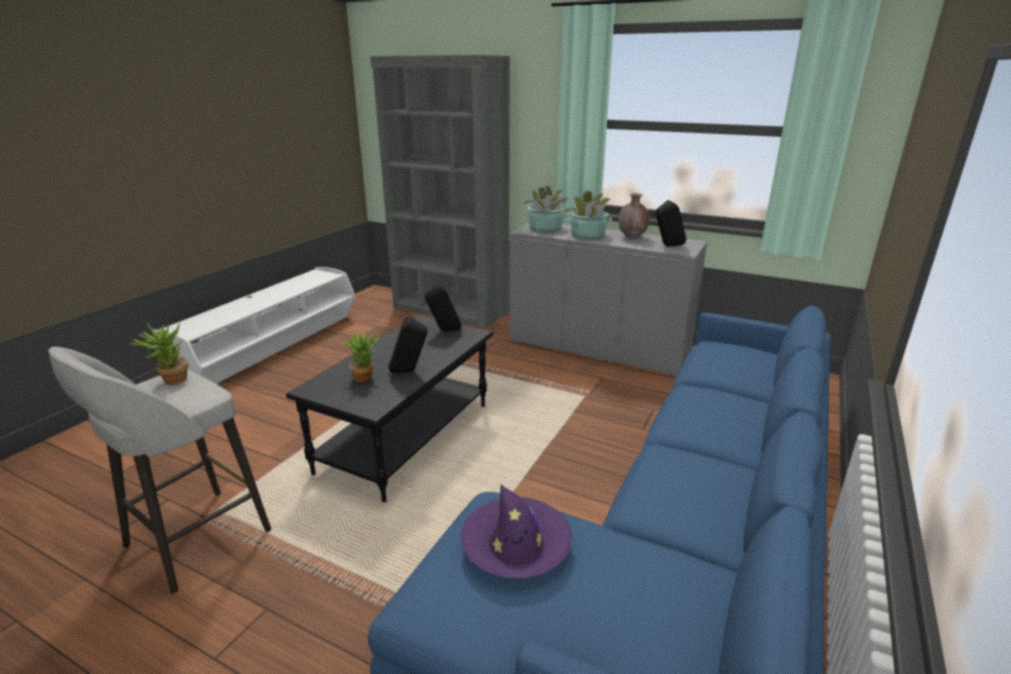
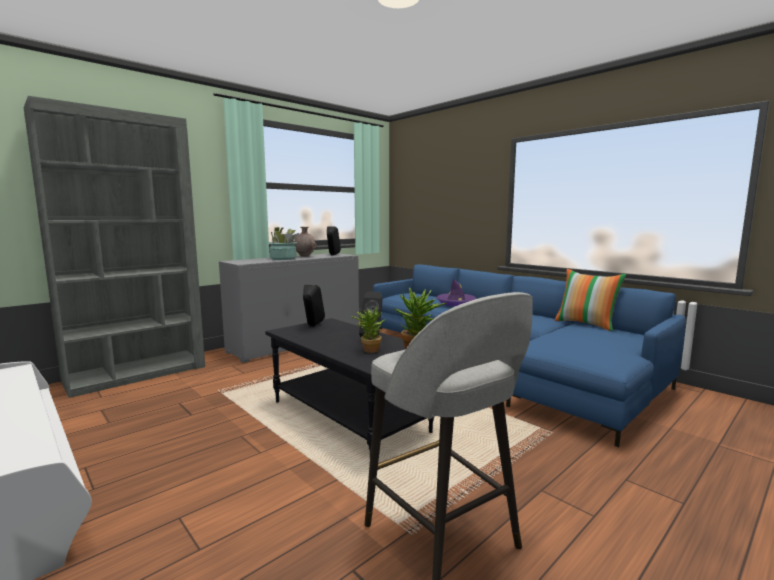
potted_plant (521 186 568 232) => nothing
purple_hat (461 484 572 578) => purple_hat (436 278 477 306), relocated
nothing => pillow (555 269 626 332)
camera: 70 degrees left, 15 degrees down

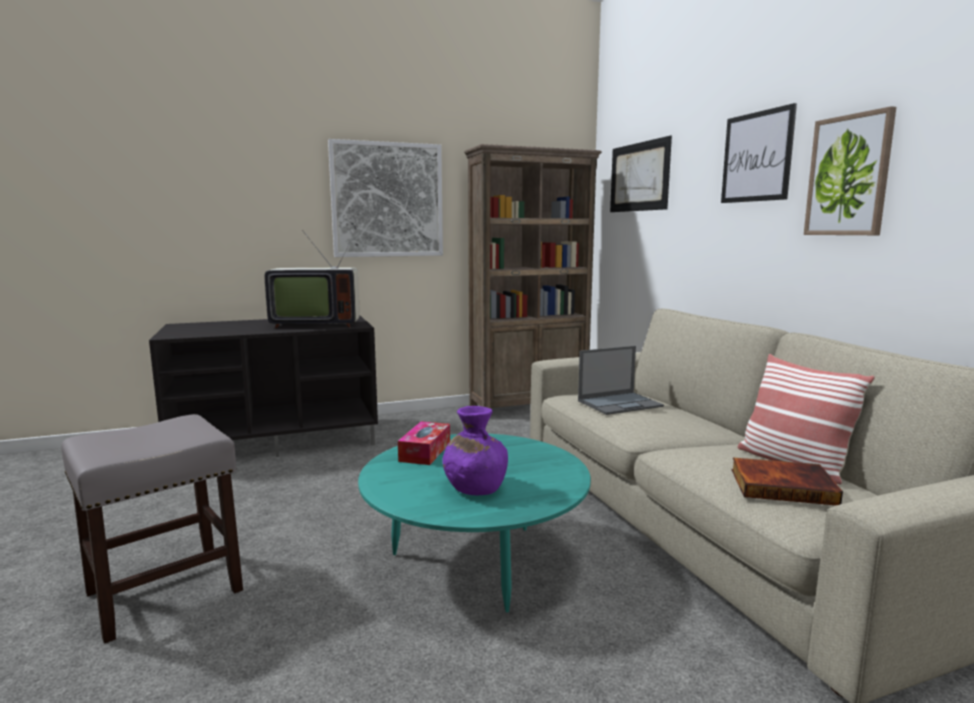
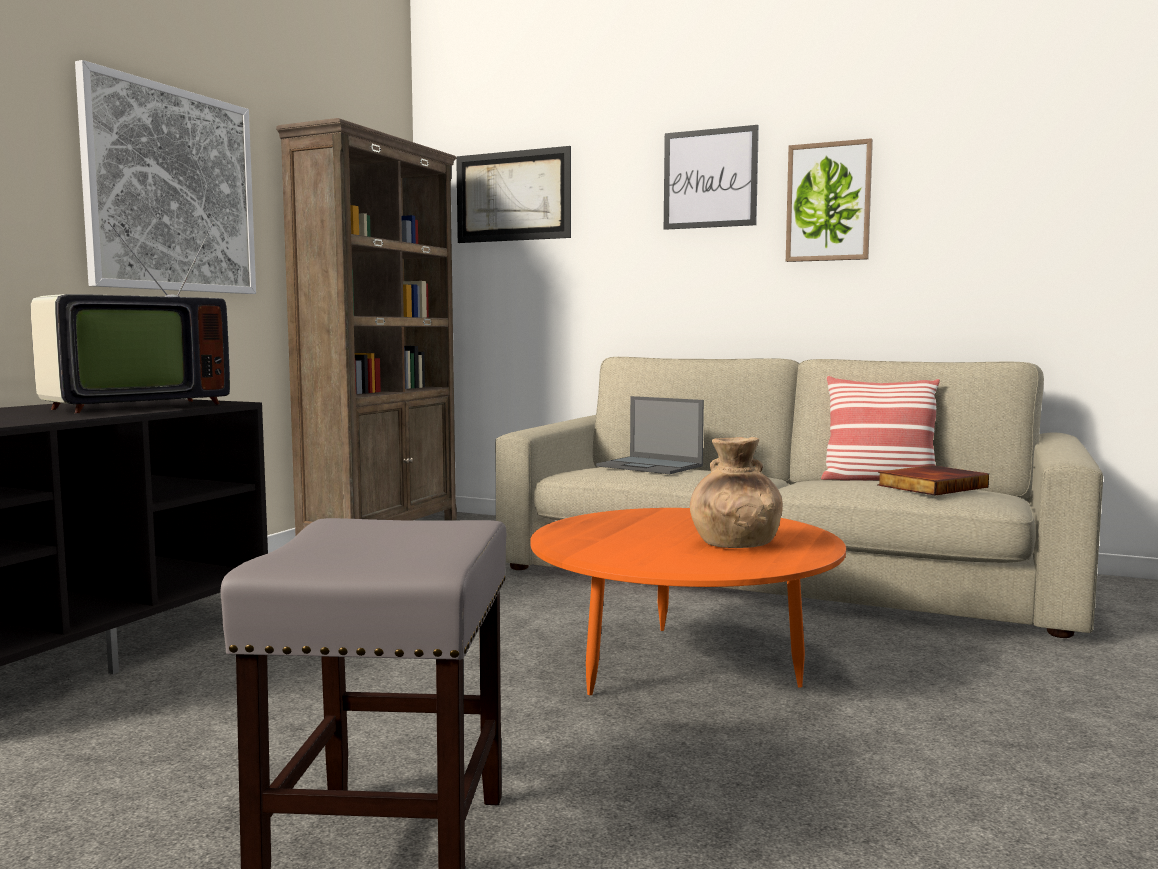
laptop (578 346 664 415) => laptop (596 396 704 474), 105 degrees clockwise
purple_vase (442 406 508 495) => brown_vase (690 437 783 548)
tissue_box (398 421 450 465) => nothing
turquoise_coffee_table (358 434 591 613) => orange_coffee_table (530 508 846 696)
camera: 45 degrees left, 5 degrees down

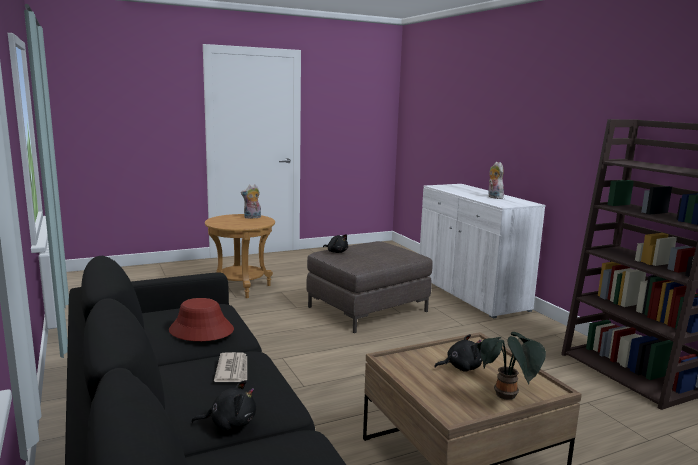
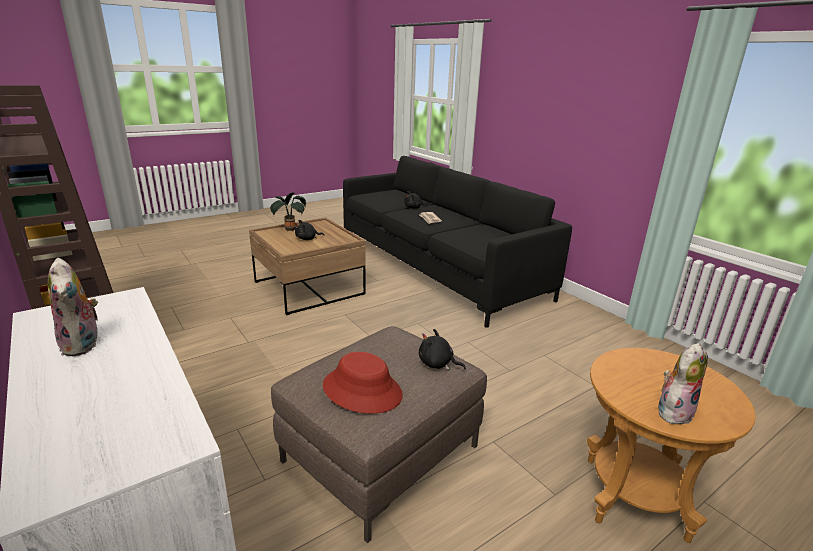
red_hat (169 298 234 341) => red_hat (323 352 403 414), relocated
camera: 170 degrees right, 10 degrees up

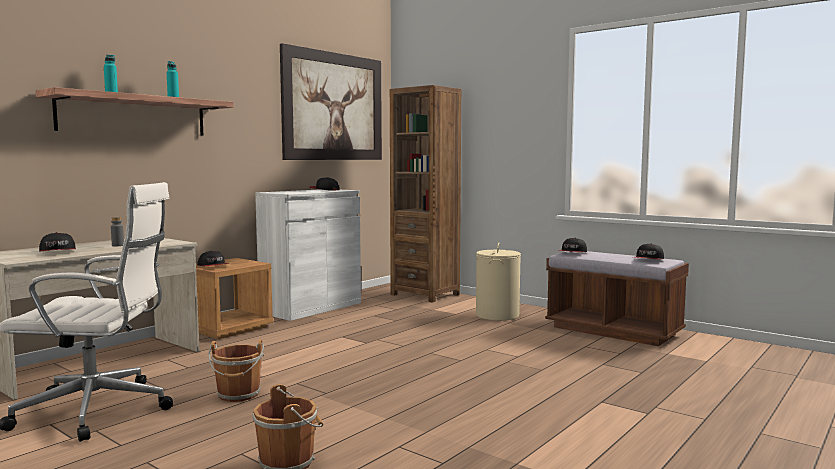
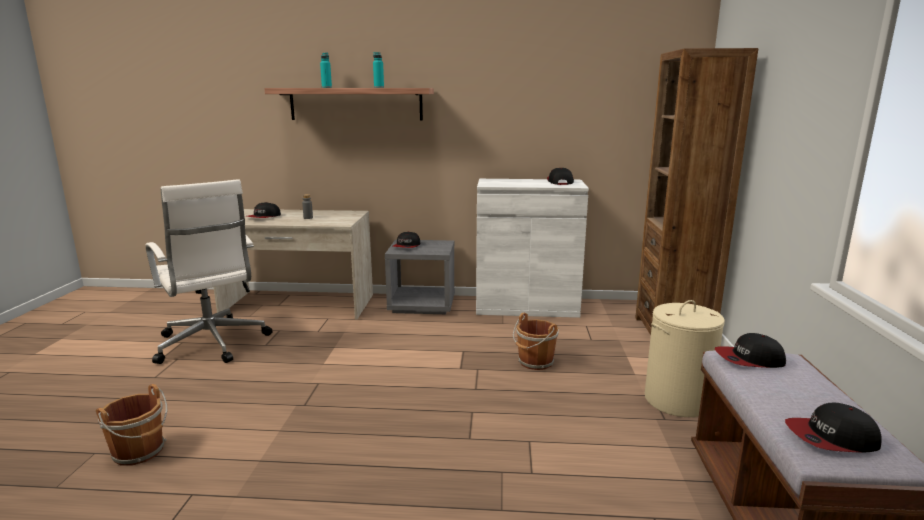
picture (280 43 382 160) => nothing
brown_nightstand (196 258 273 339) => grey_nightstand (385 239 455 314)
brown_bucket (209 340 264 402) => brown_bucket (513 313 559 370), relocated
camera: 55 degrees right, 10 degrees up

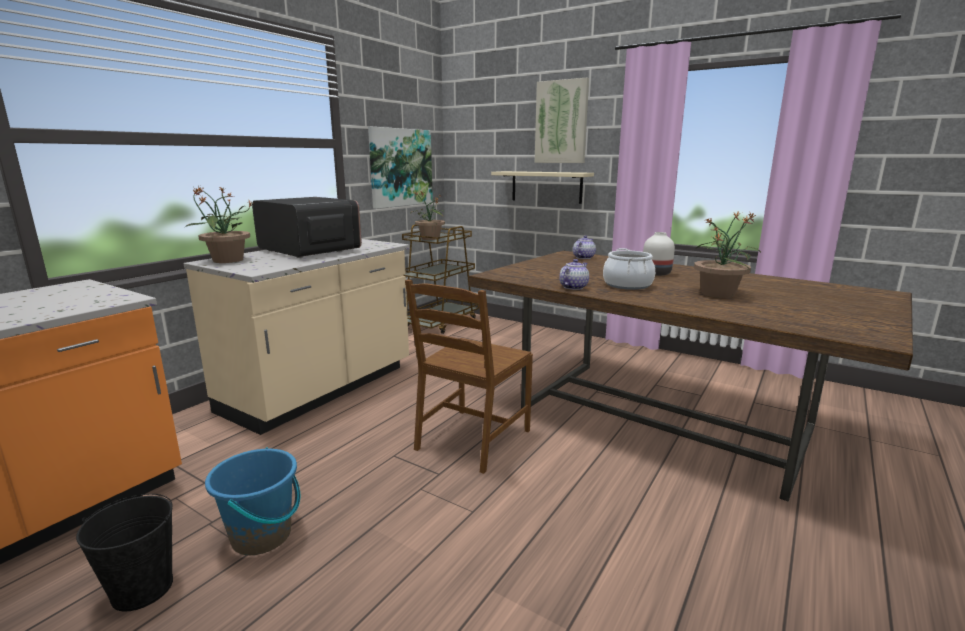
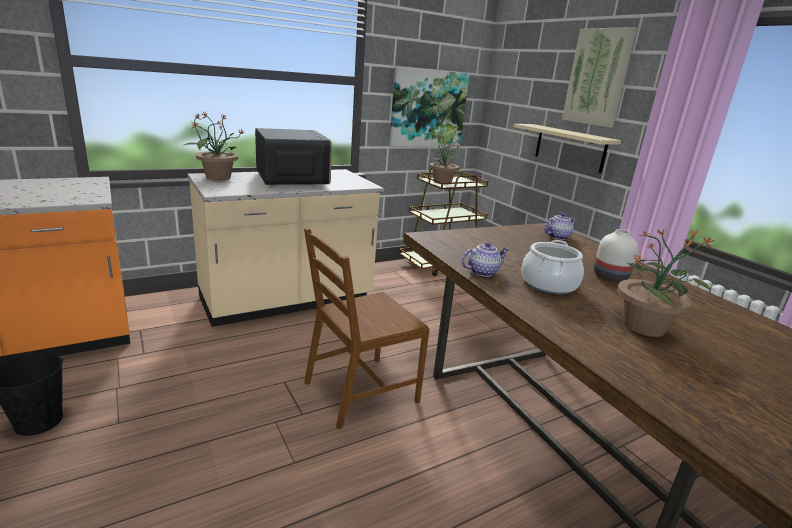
blue_bucket (205 447 300 555) => nothing
camera: 25 degrees right, 5 degrees up

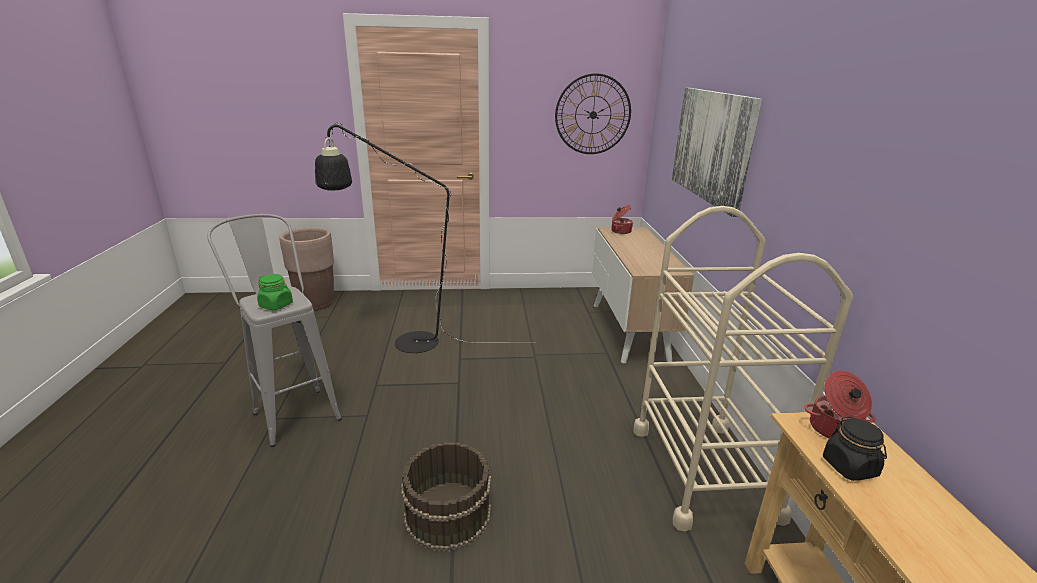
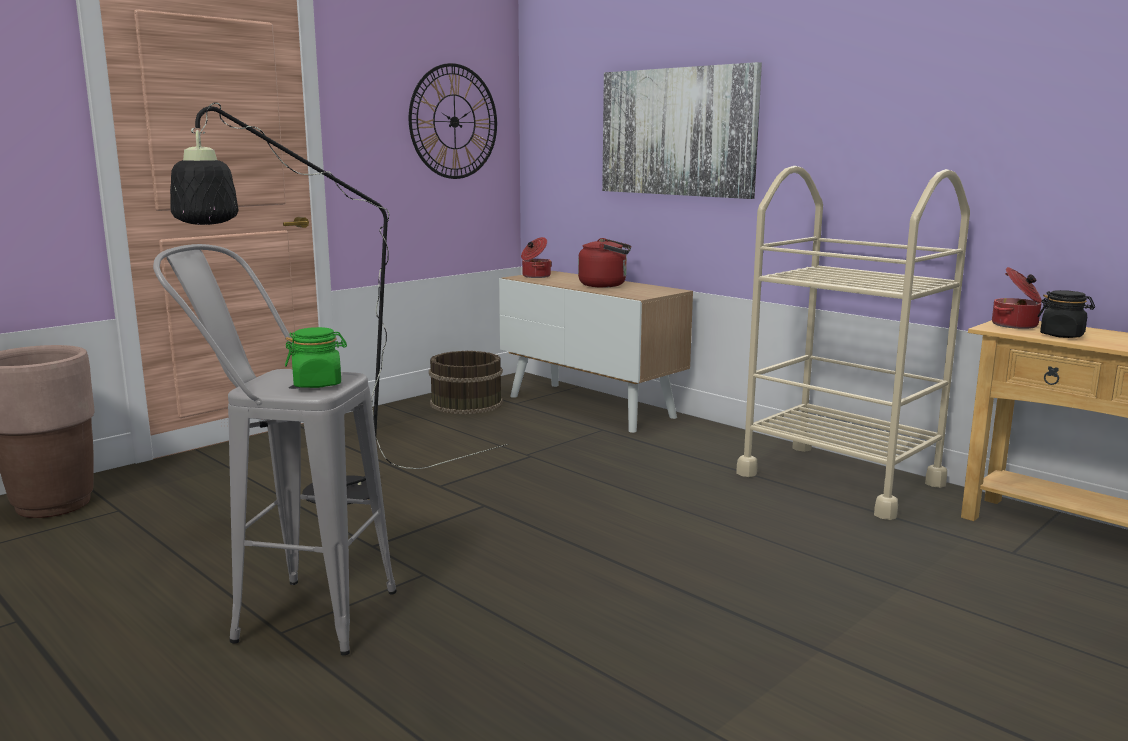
brown_bucket (401 442 491 552) => brown_bucket (429 351 503 414), relocated
nothing => red_kettle (578 238 631 288)
camera: 40 degrees left, 10 degrees down

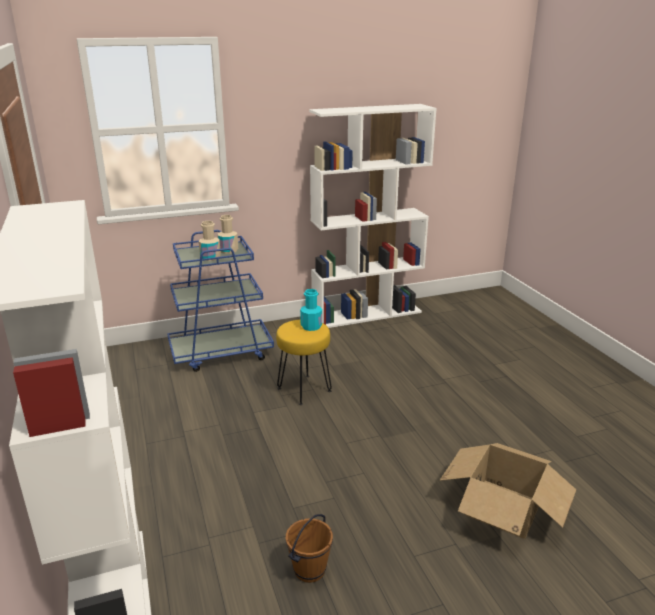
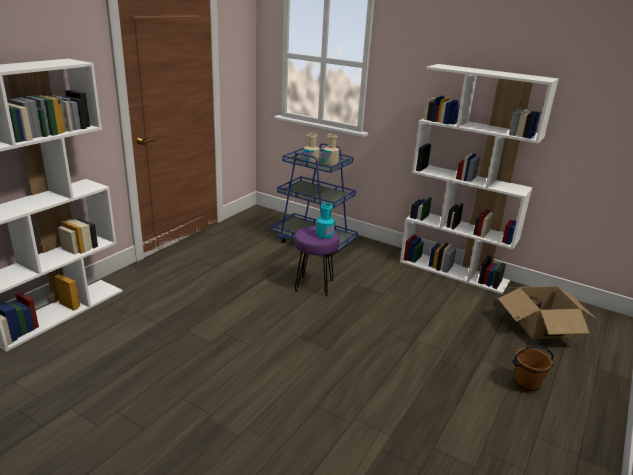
yellow_stool (276 319 332 405) => purple_stool (294 226 340 297)
cardboard_box (440 443 576 539) => cardboard_box (498 286 595 339), relocated
brown_bucket (286 514 333 583) => brown_bucket (512 346 554 393), relocated
camera: 50 degrees right, 0 degrees up

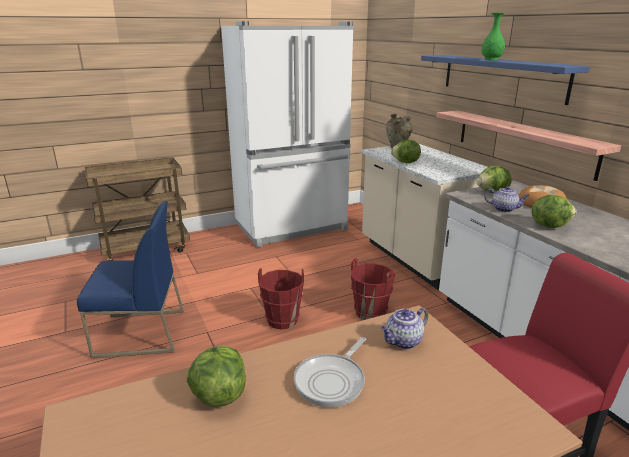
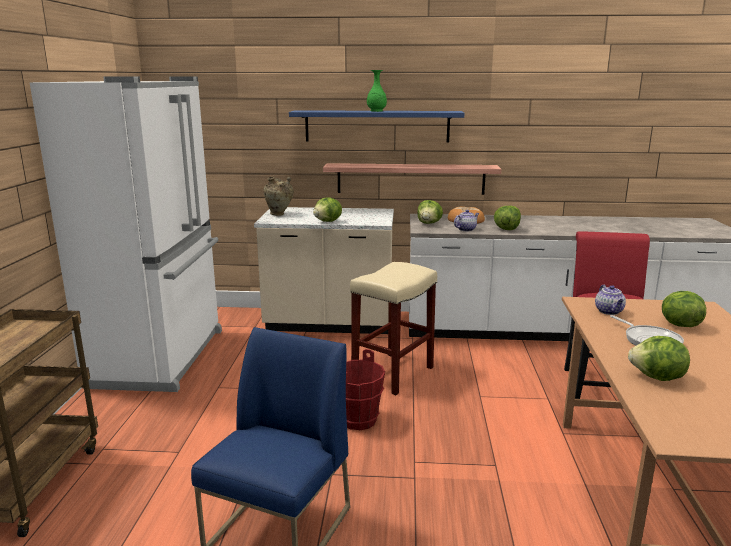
red_bucket (351 258 395 320) => beige_stool (350 262 437 395)
nothing => lettuce (662 291 706 327)
camera: 60 degrees left, 5 degrees down

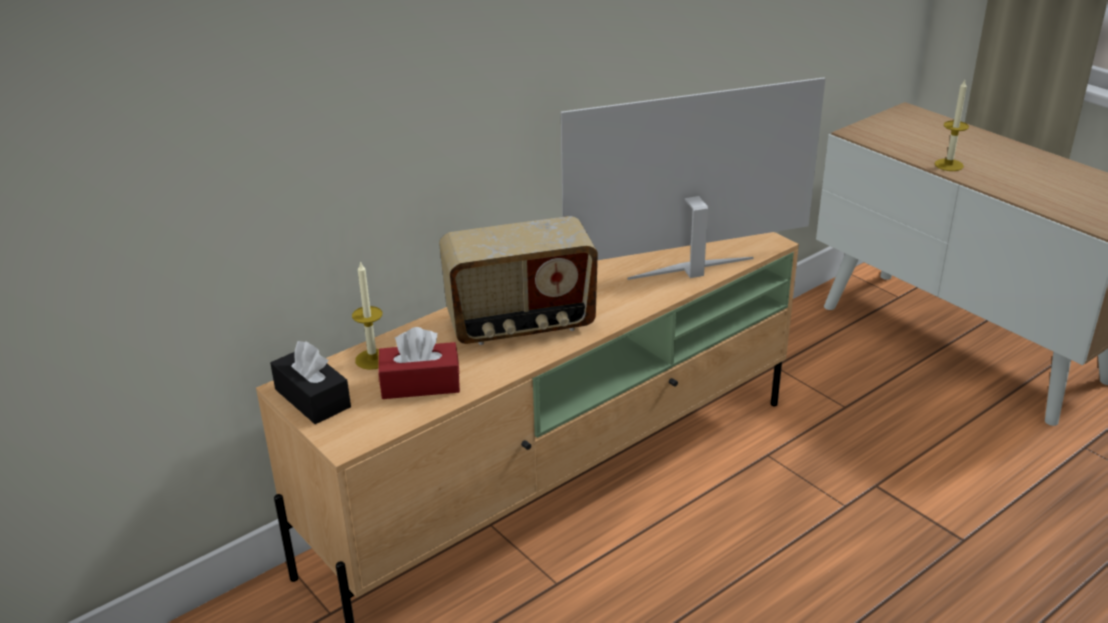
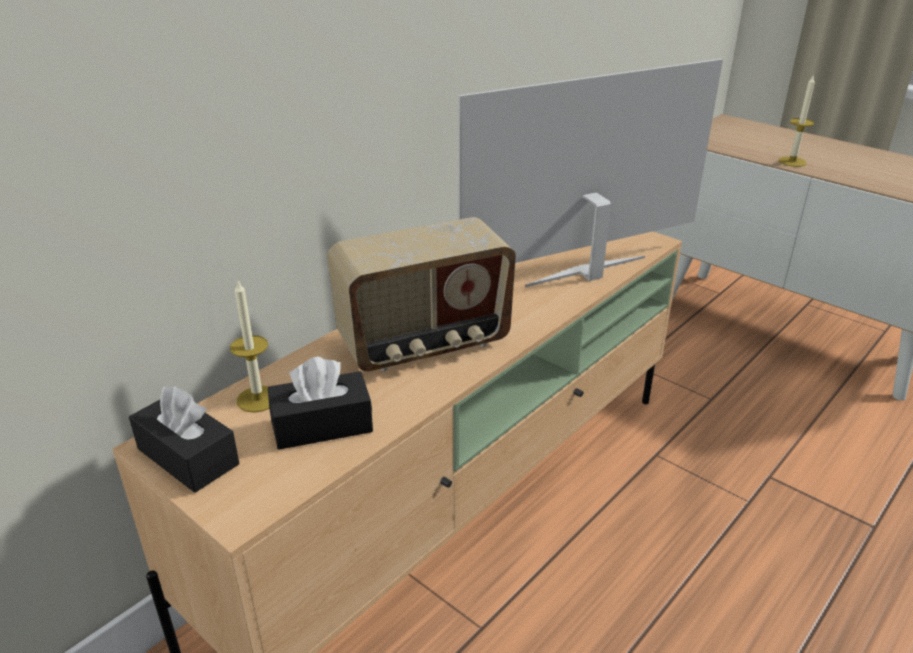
red_tissue_box (378 327 460 399) => black_tissue_box (268 357 373 450)
camera: 10 degrees left, 0 degrees up

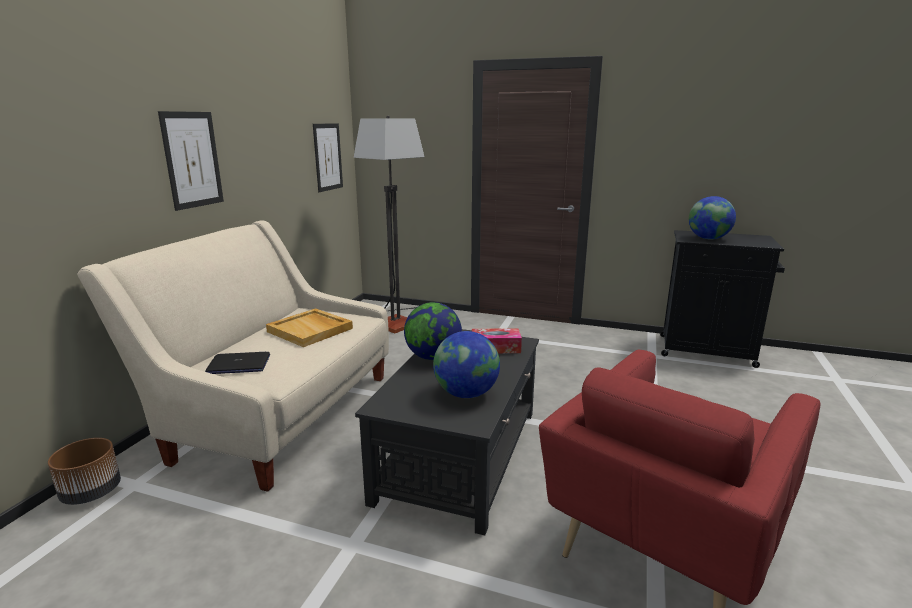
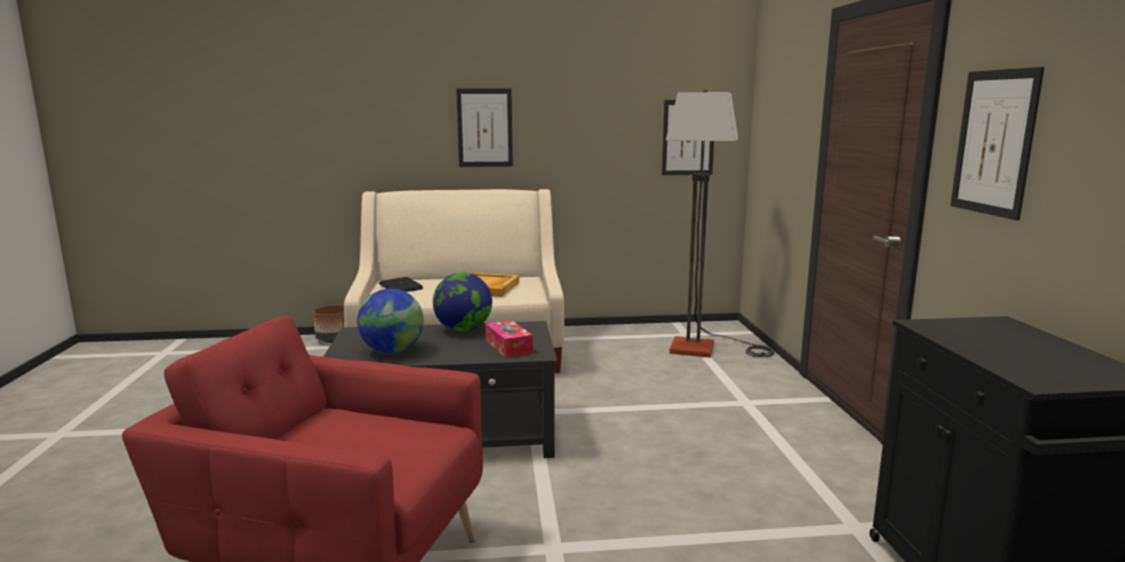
globe (689 196 736 239) => nothing
nothing => picture (950 67 1044 220)
camera: 65 degrees right, 5 degrees down

